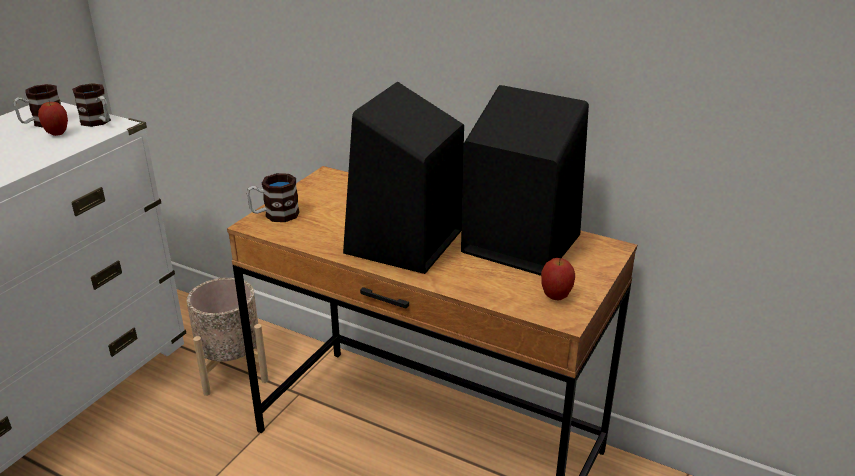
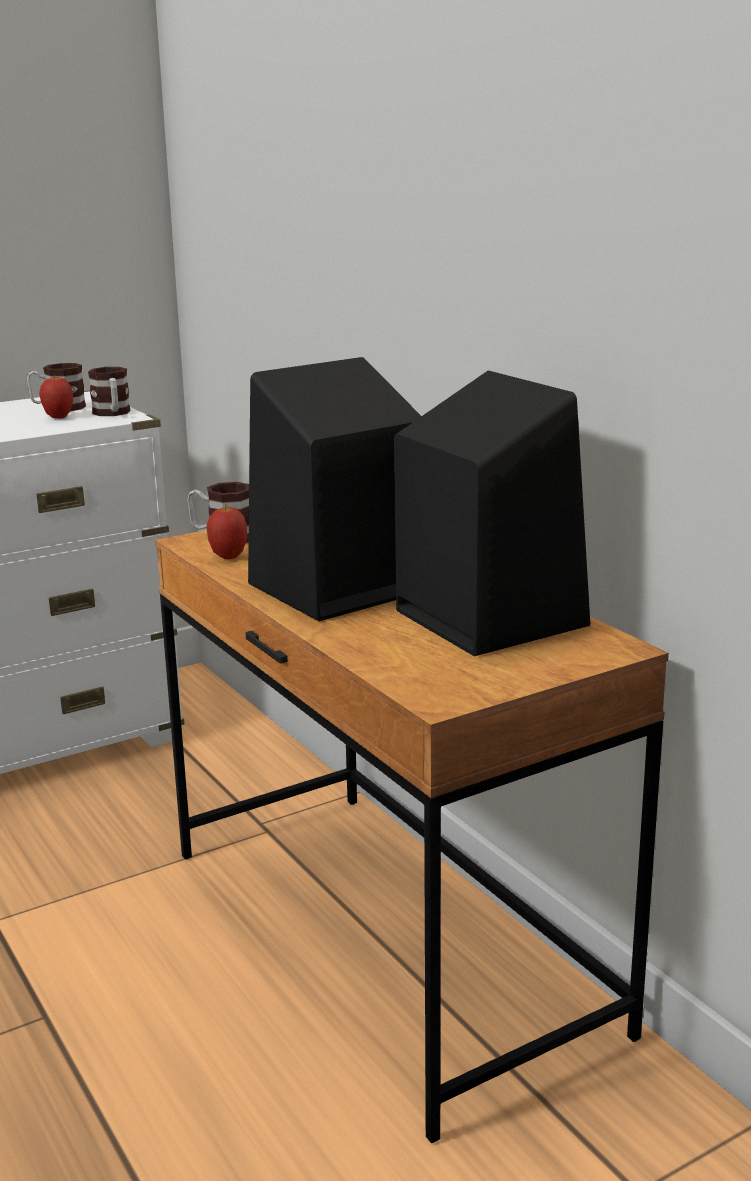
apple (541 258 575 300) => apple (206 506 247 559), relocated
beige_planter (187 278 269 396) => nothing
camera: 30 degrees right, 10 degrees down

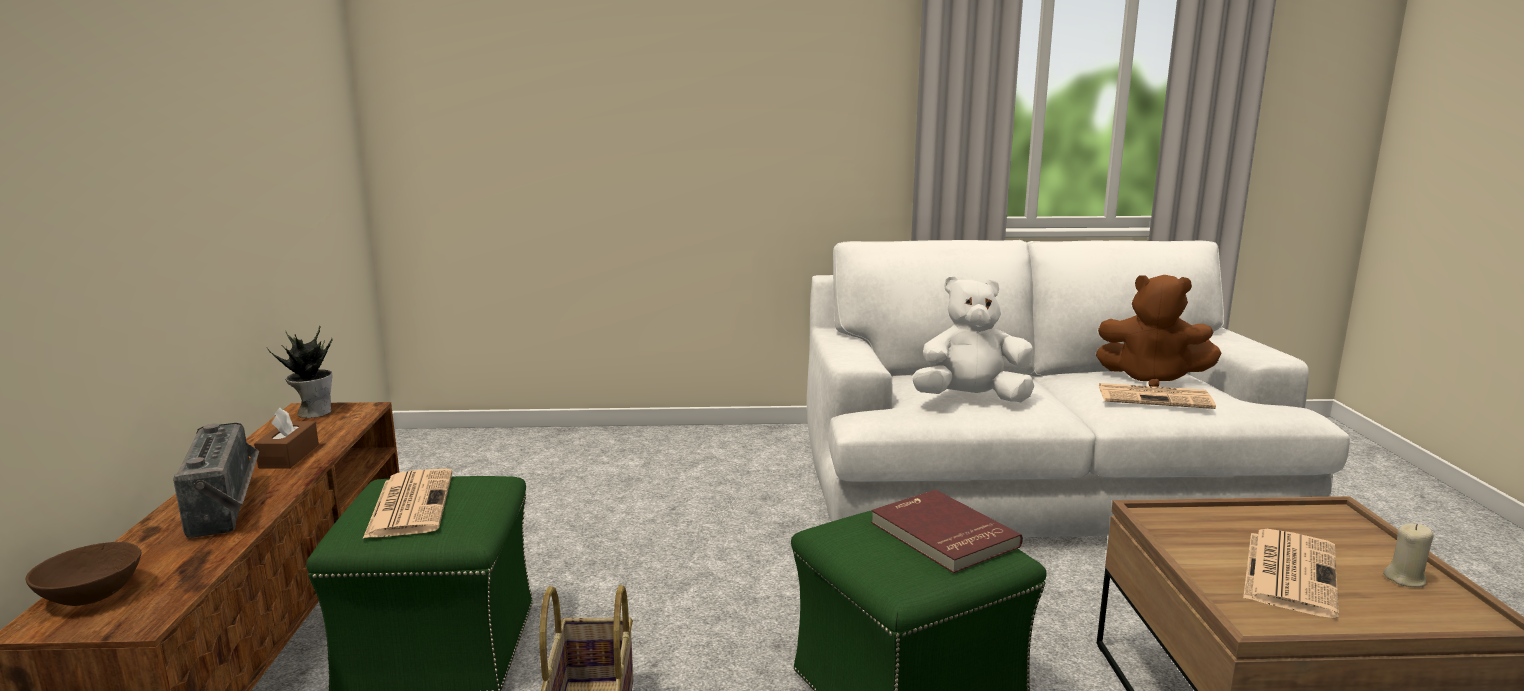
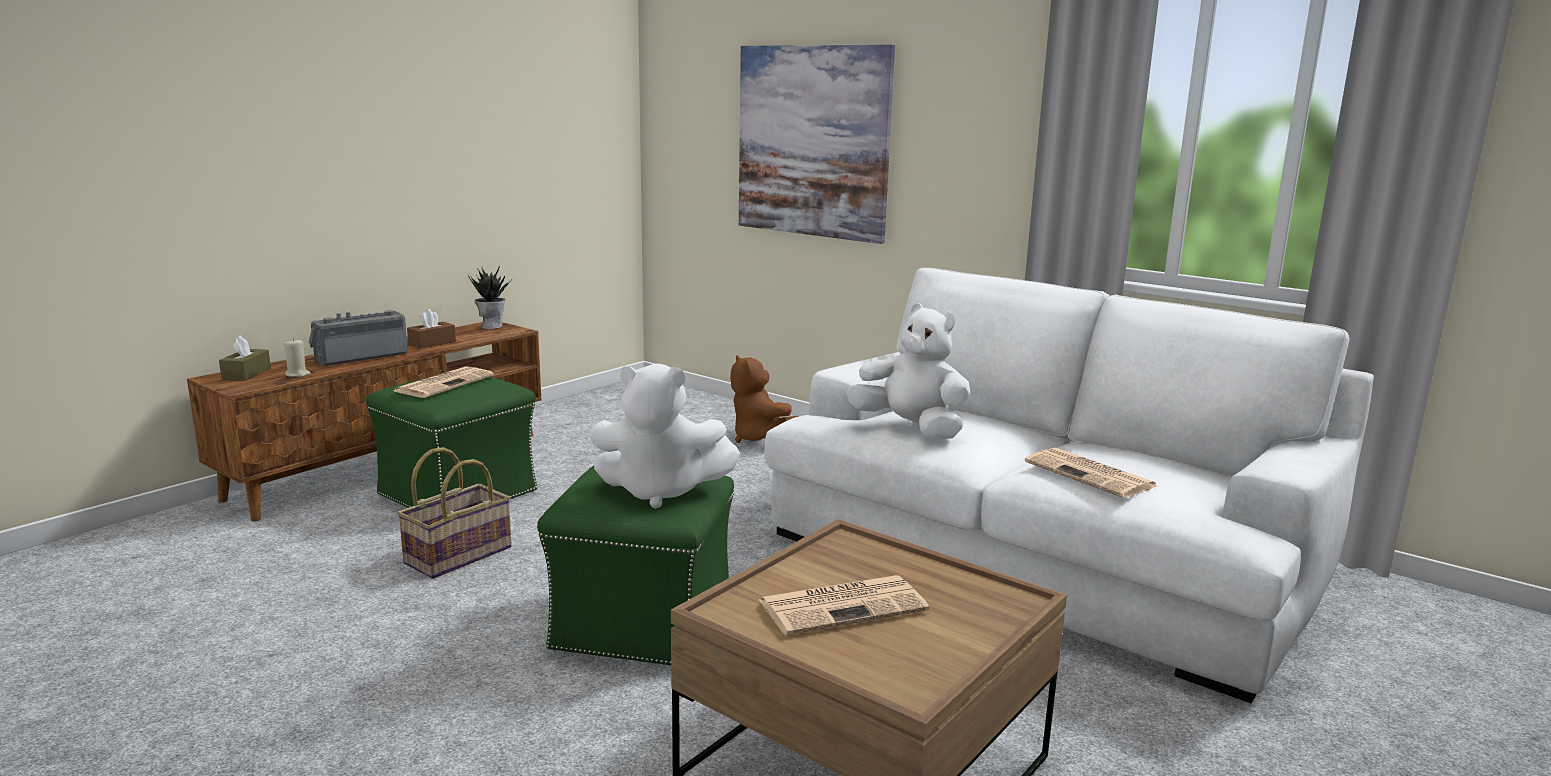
brown_plush_toy (1096 275 1221 387) => brown_plush_toy (730 355 799 443), relocated
radio (173 423 259 538) => radio (309 310 408 366), 150 degrees counterclockwise
red_book (871 490 1023 573) => white_plush_toy (590 363 740 509)
beige_candle (1383 524 1434 587) => beige_candle (284 338 311 377), relocated
brown_bowl (26 542 142 606) => brown_tissue_box (219 336 271 381)
nothing => picture (739 44 895 244)
camera: 40 degrees right, 0 degrees up

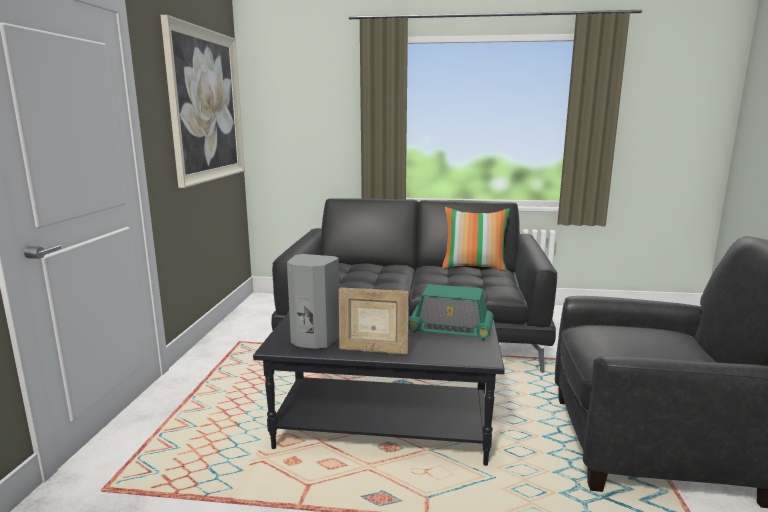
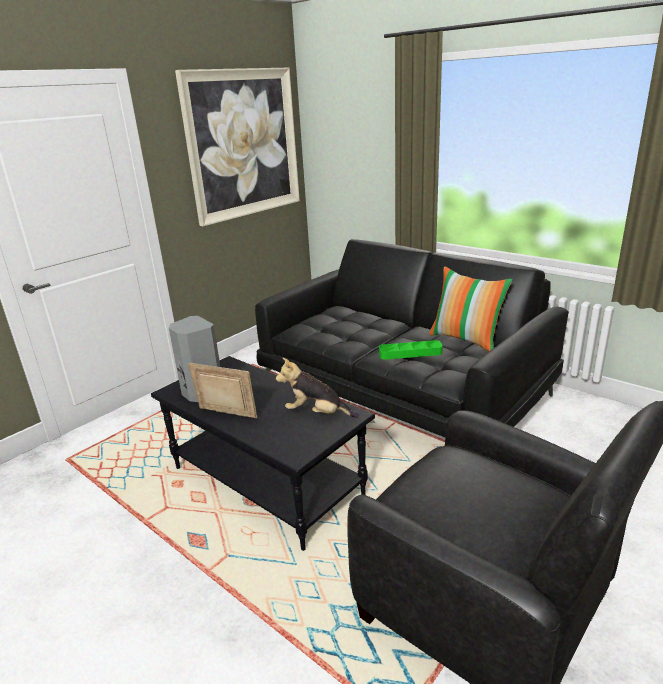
radio (408 284 494 340) => plush_toy (276 357 359 418)
picture_frame (339 288 409 354) => picture_frame (188 363 257 418), 150 degrees clockwise
nothing => green_tray (379 340 443 360)
camera: 35 degrees right, 10 degrees up

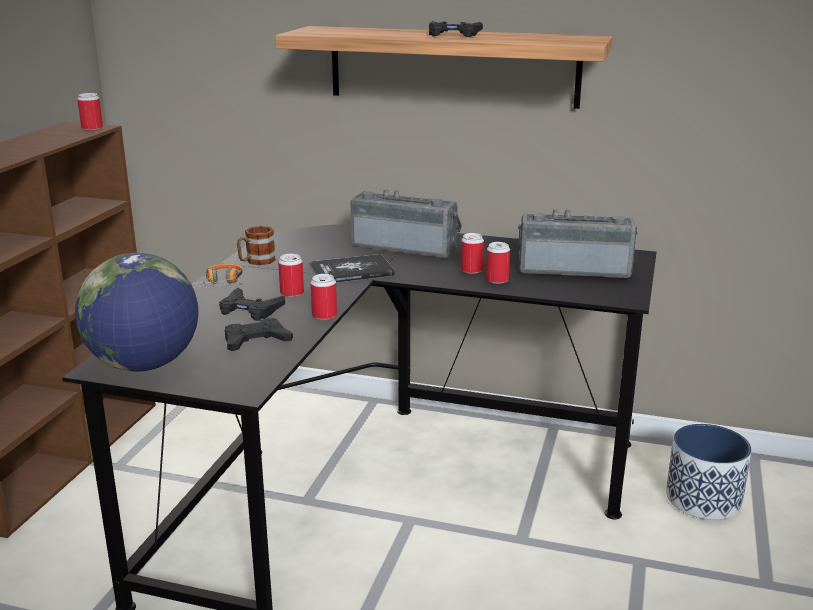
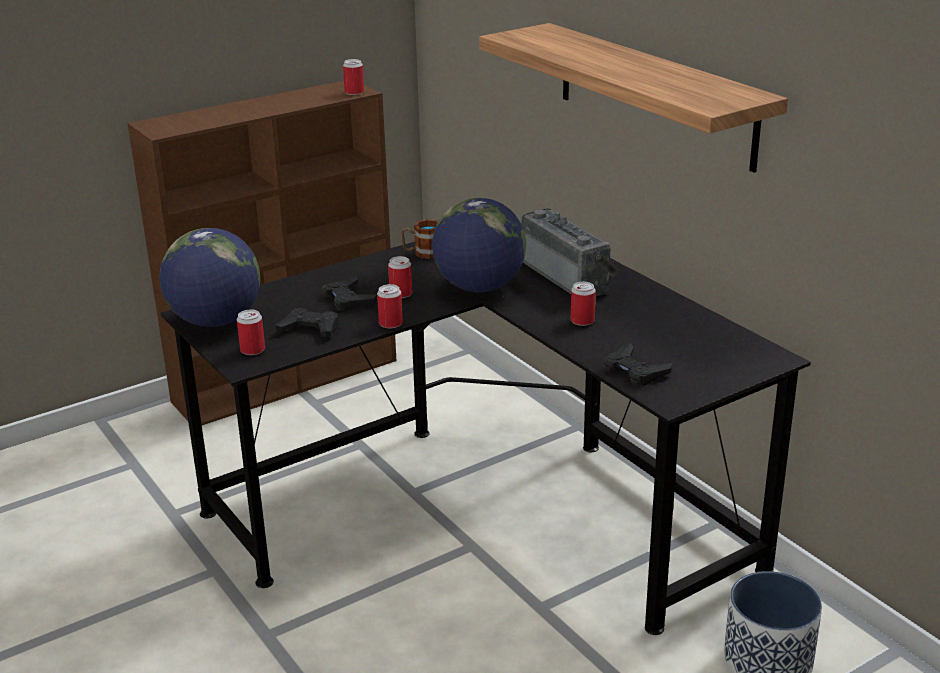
black_game_controller (429 21 483 37) => black_game_controller (603 343 672 387), relocated
radio (518 209 638 278) => nothing
can (486 242 510 284) => can (237 309 265 355), relocated
book (308 254 395 282) => globe (432 198 526 292)
headphones (191 264 246 289) => nothing
camera: 40 degrees right, 5 degrees up

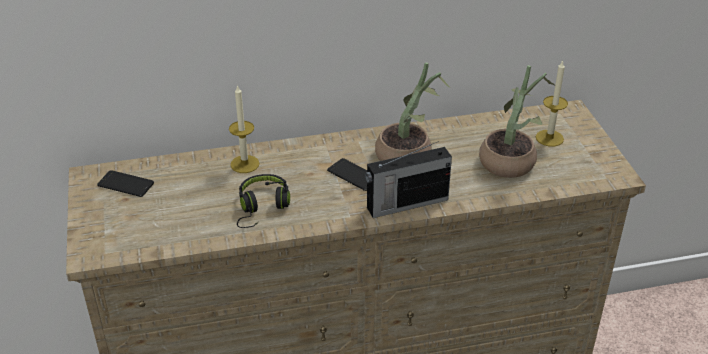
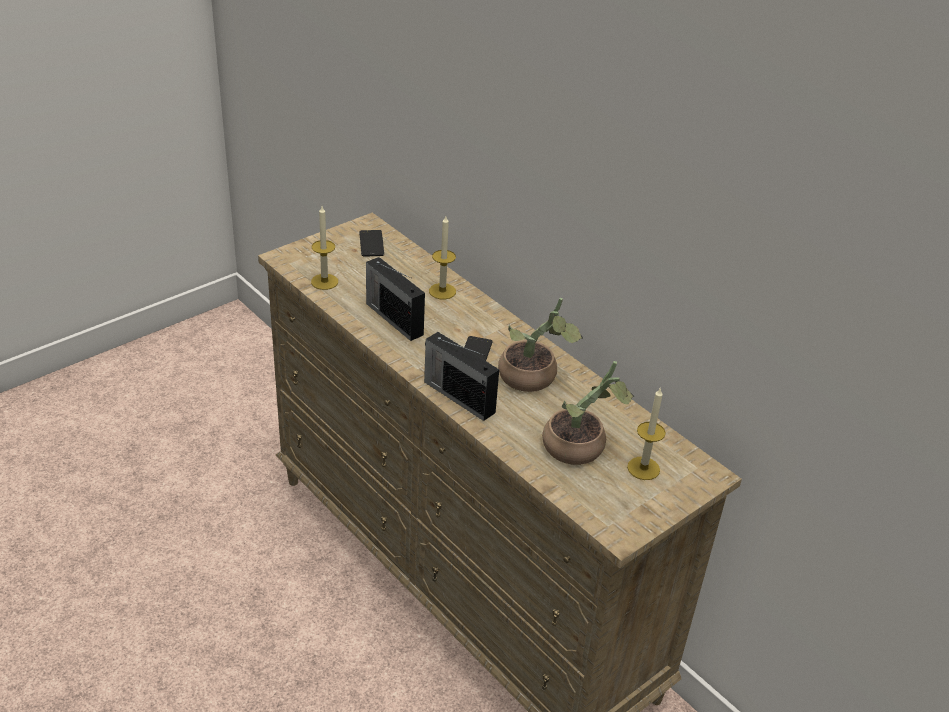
black_headphones (237 174 290 228) => radio (366 257 425 341)
nothing => candle (311 206 338 290)
camera: 60 degrees right, 0 degrees up

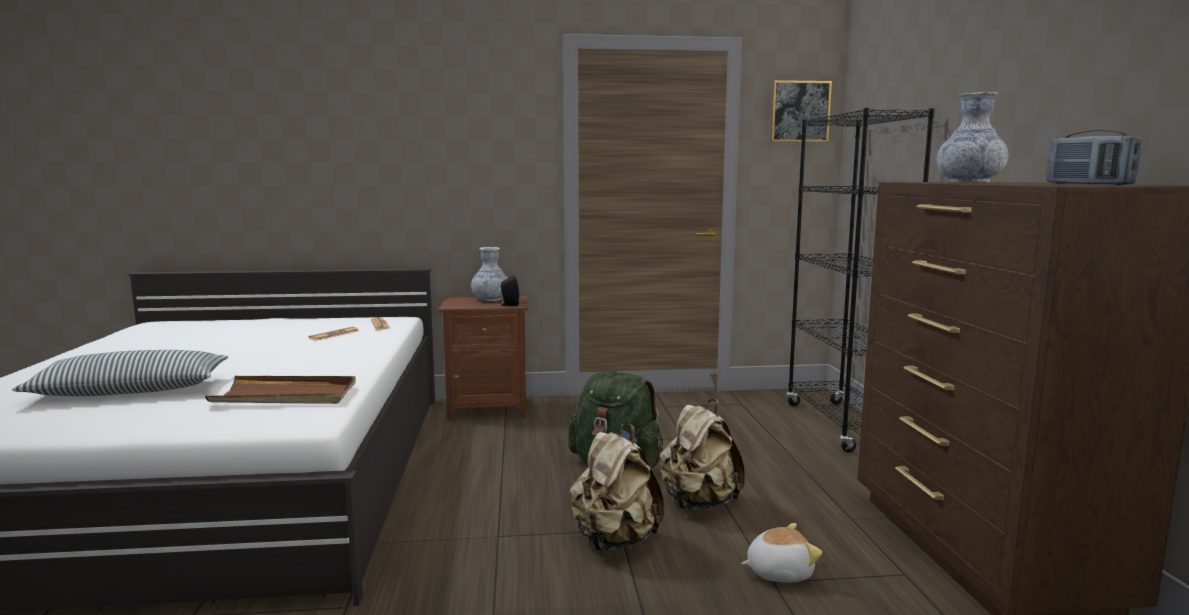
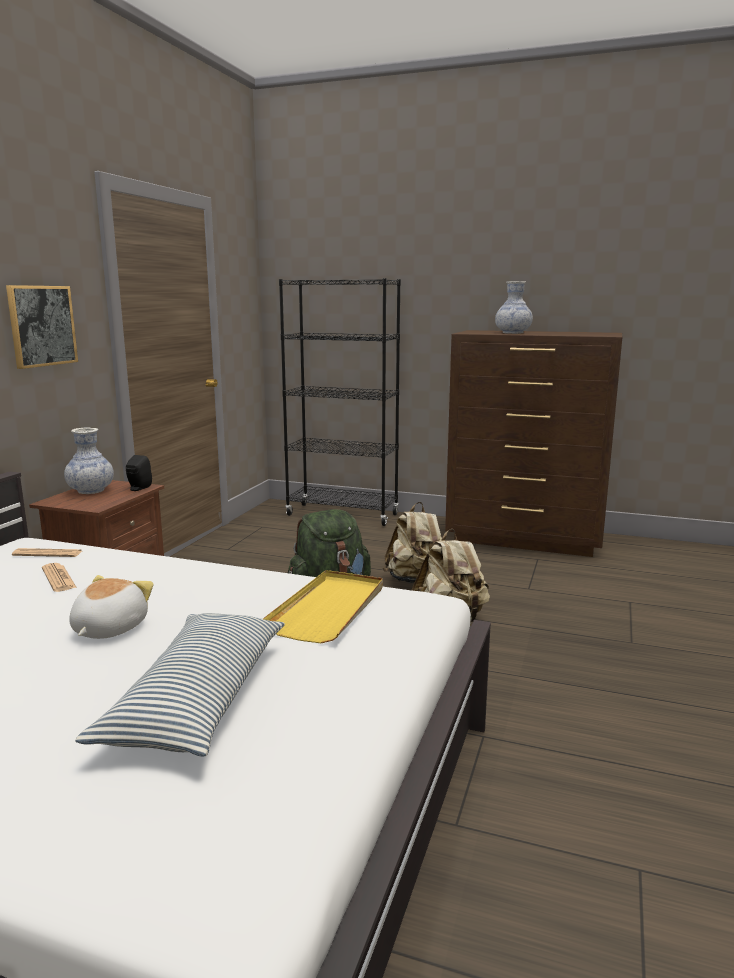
picture (770 80 832 142) => picture (6 285 78 369), relocated
radio (1047 130 1142 185) => nothing
brown_tray (205 376 356 404) => yellow_tray (263 570 383 643)
plush_toy (741 523 822 583) => plush_toy (69 575 154 639), relocated
camera: 65 degrees left, 5 degrees up

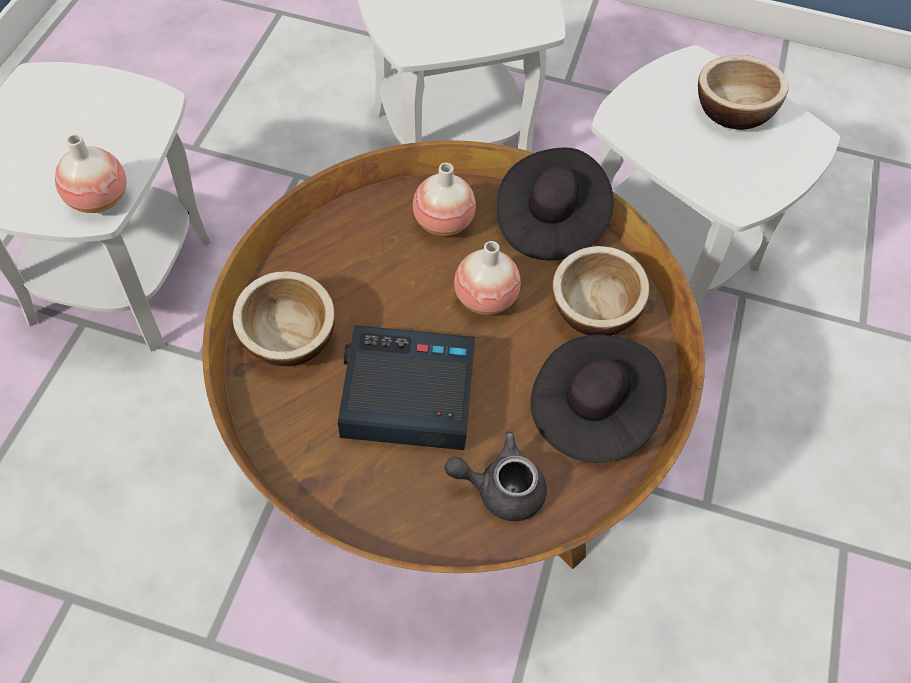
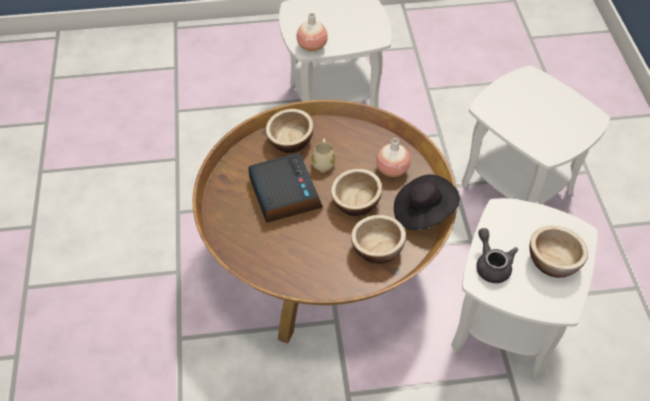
vase (454 241 521 315) => bowl (331 169 382 216)
black_hat (531 335 667 463) => nothing
grey_teapot (445 431 547 521) => grey_teapot (476 228 518 283), relocated
nothing => beige_mug (311 139 335 171)
camera: 70 degrees right, 5 degrees down

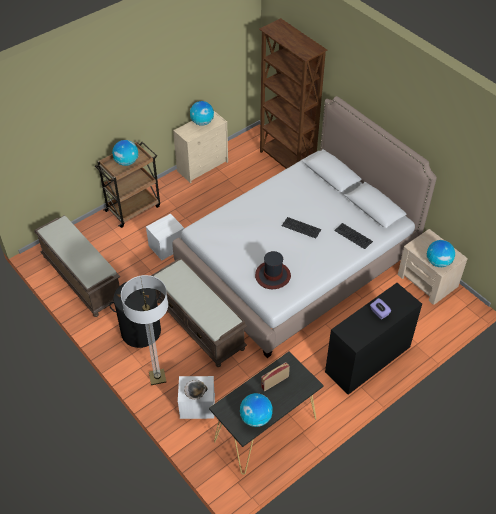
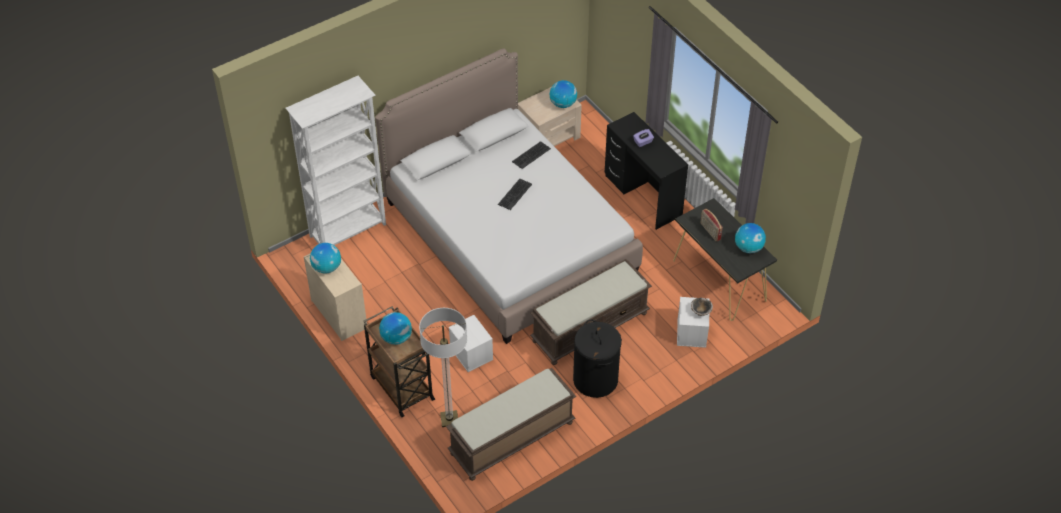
brown_bookcase (259 18 327 169) => white_bookcase (286 76 386 245)
hat (255 251 291 289) => nothing
floor_lamp (121 275 168 385) => floor_lamp (419 308 467 427), relocated
camera: 85 degrees left, 0 degrees up

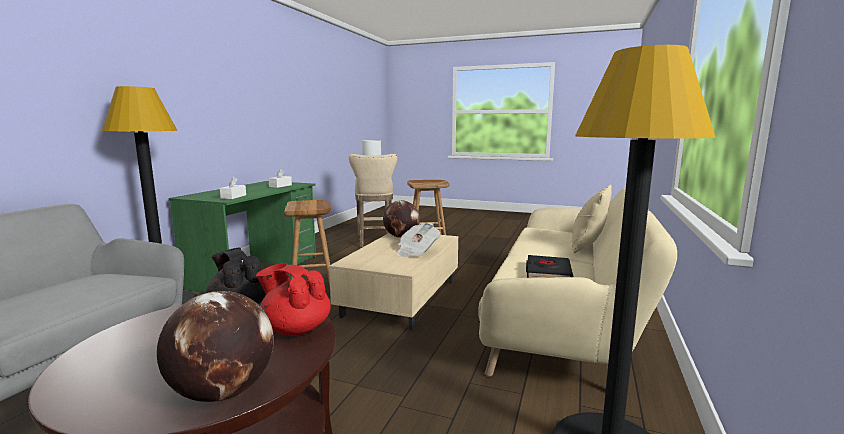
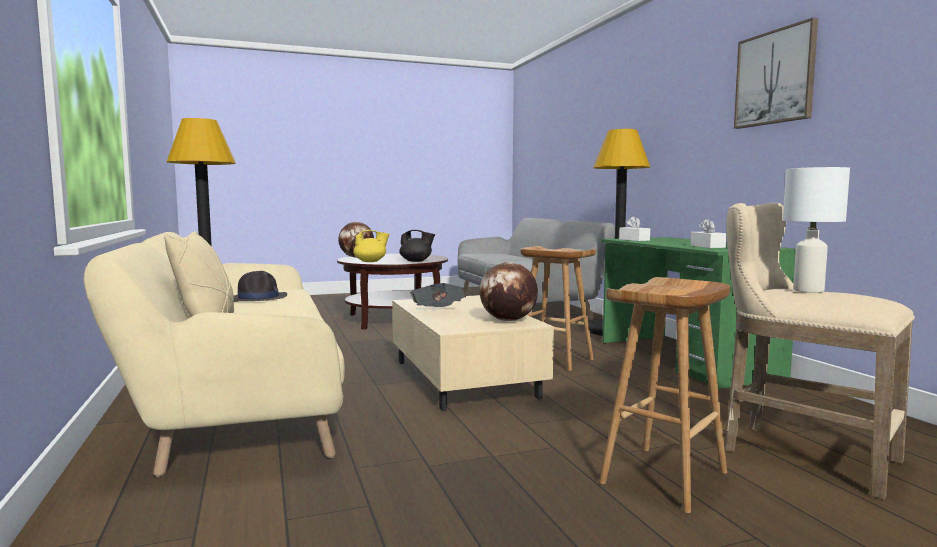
black_book (526 255 573 278) => black_hat (234 271 287 302)
red_teapot (256 263 331 335) => yellow_teapot (353 230 389 262)
nothing => picture (734 17 818 129)
camera: 140 degrees right, 5 degrees down

